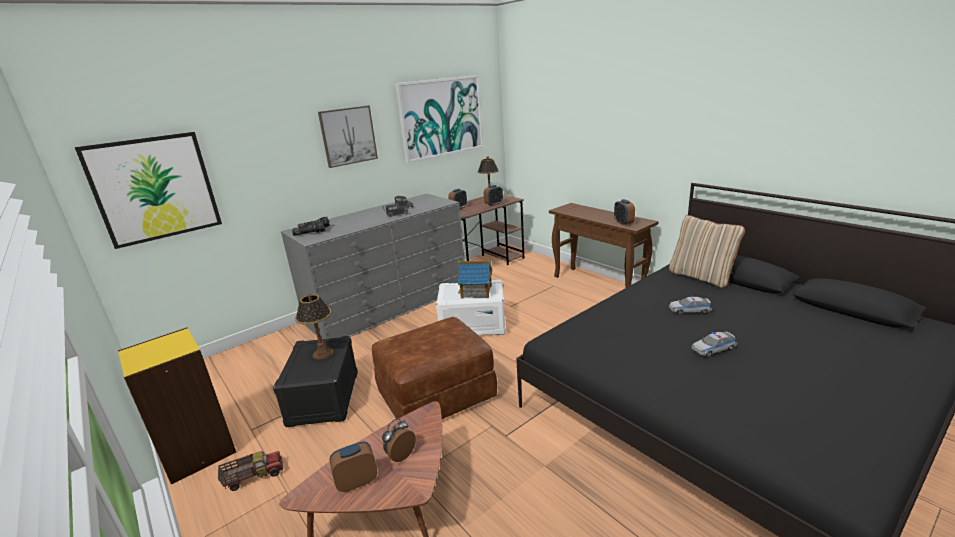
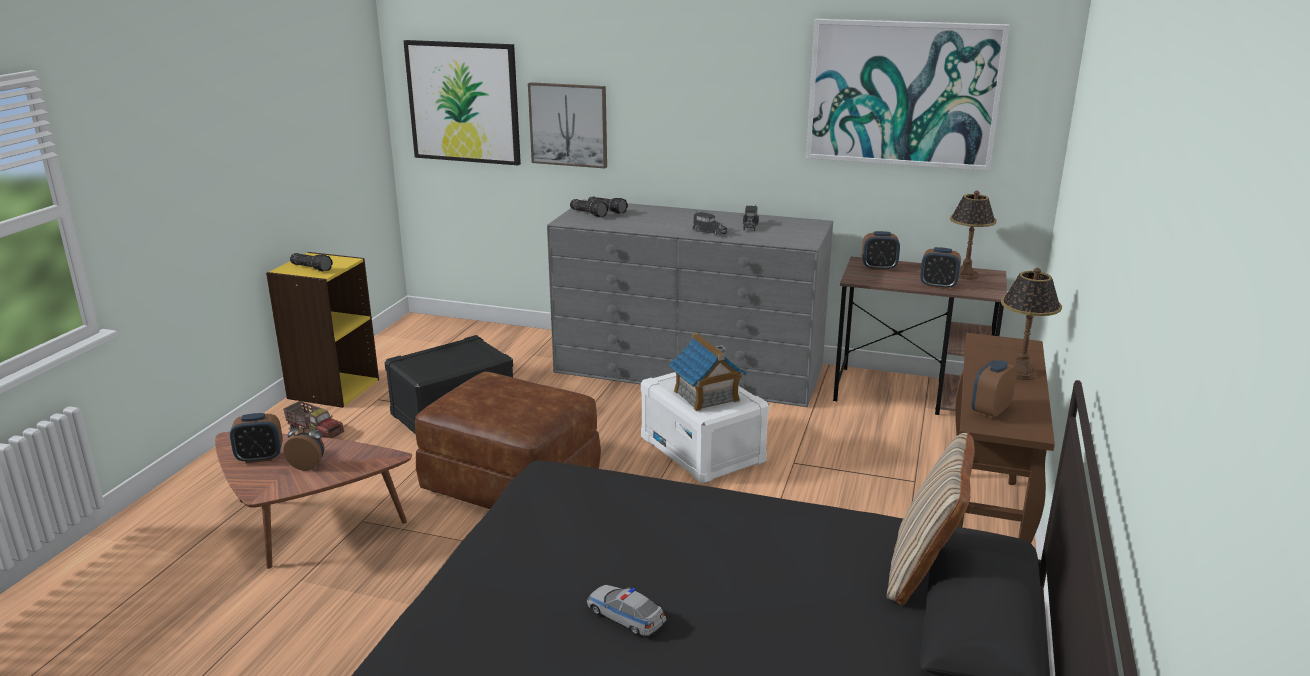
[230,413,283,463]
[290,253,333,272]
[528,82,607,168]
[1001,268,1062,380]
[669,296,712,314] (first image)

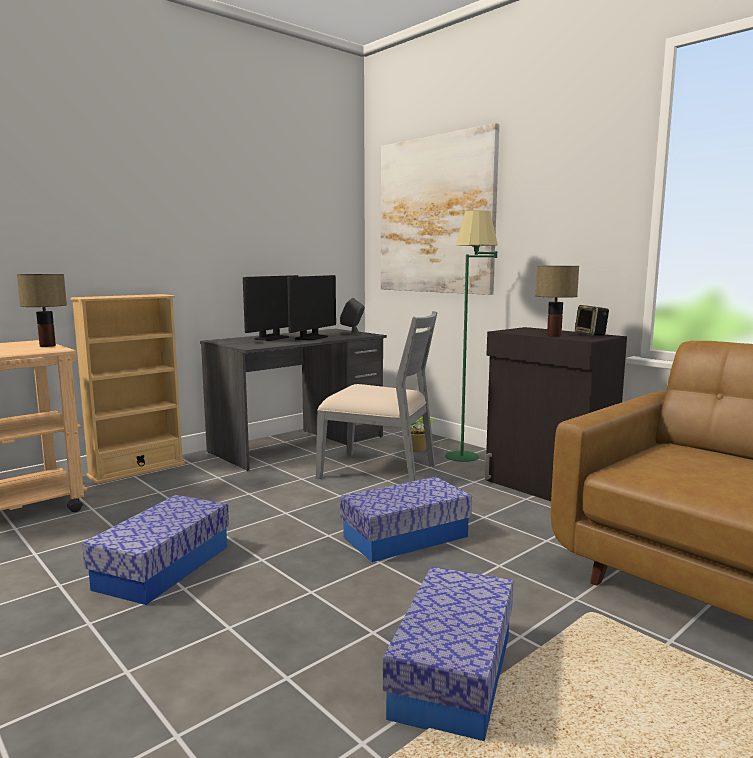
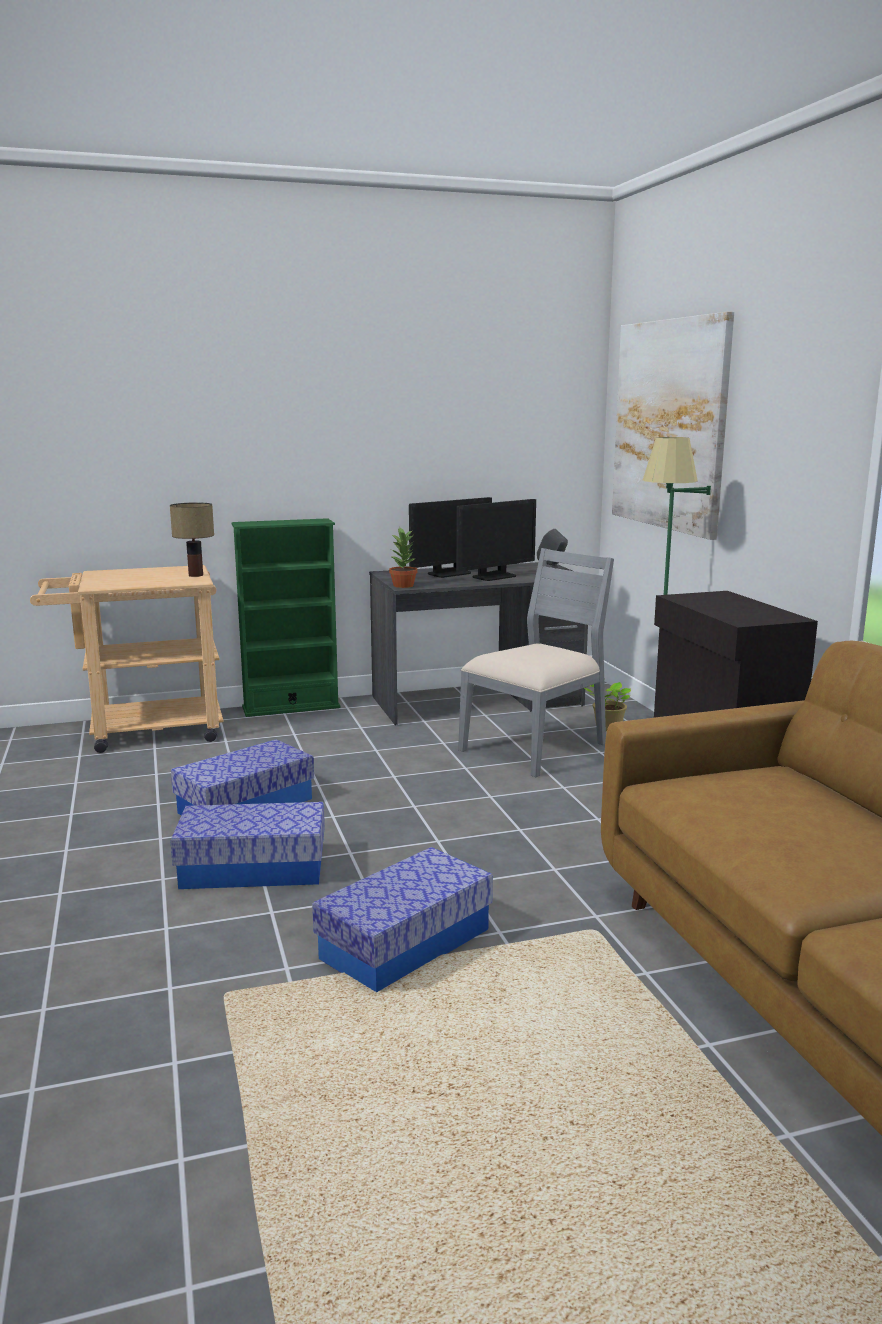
[170,802,325,889]
[232,518,340,717]
[389,526,417,588]
[458,548,614,777]
[536,266,579,337] (first image)
[575,305,609,336] (first image)

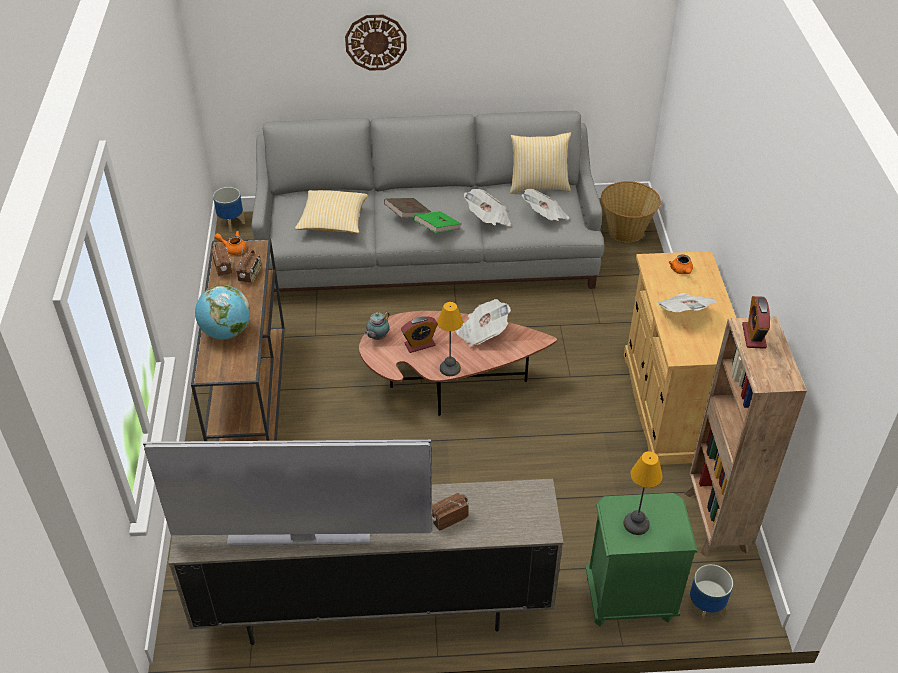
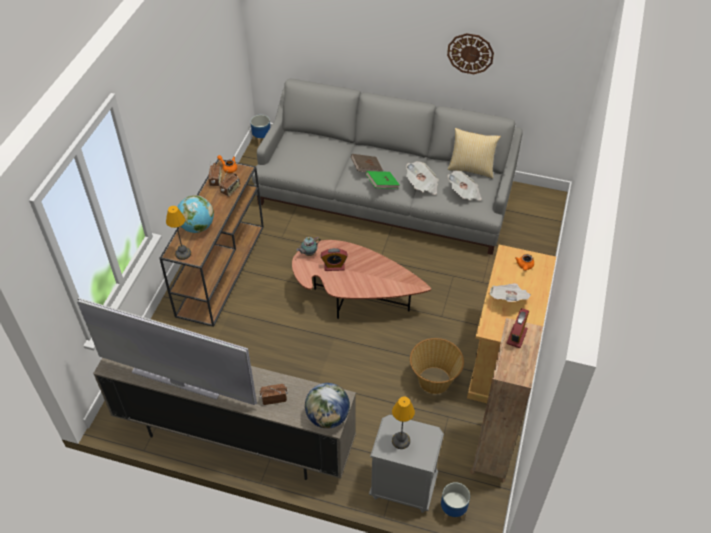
[166,206,191,260]
[305,383,350,429]
[369,415,444,513]
[410,338,464,394]
[447,33,494,74]
[295,190,368,233] (first image)
[455,299,511,347] (first image)

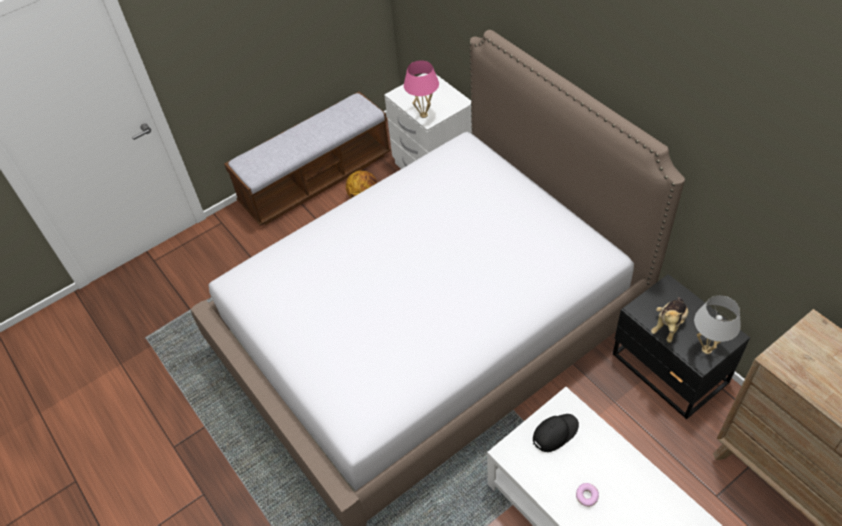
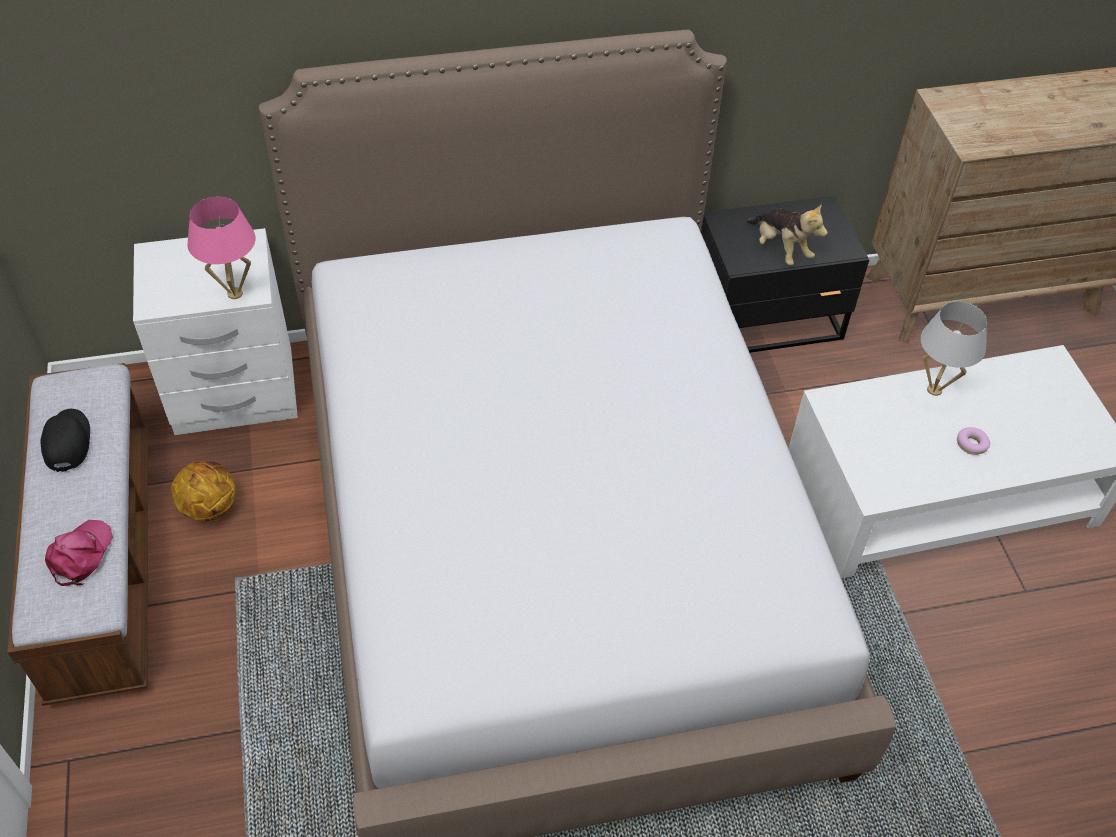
[40,409,90,472]
[45,520,113,586]
[920,301,987,396]

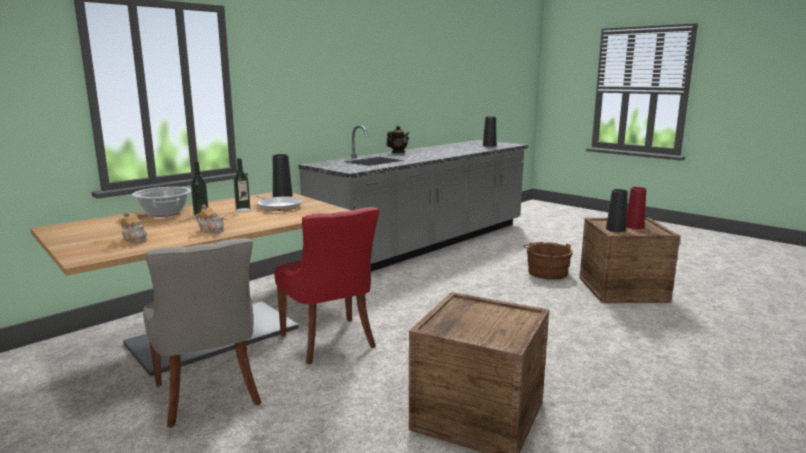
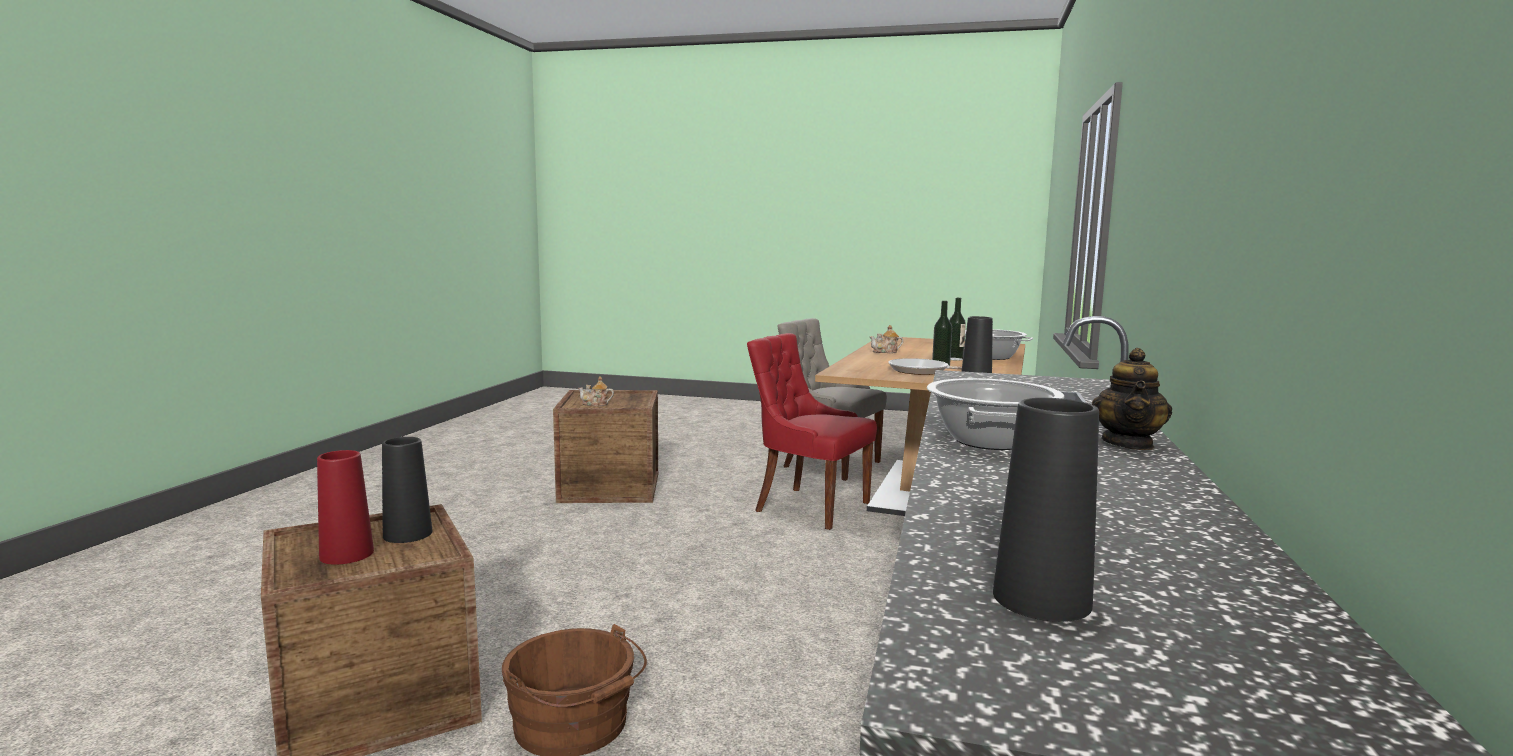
[578,376,614,406]
[927,378,1064,450]

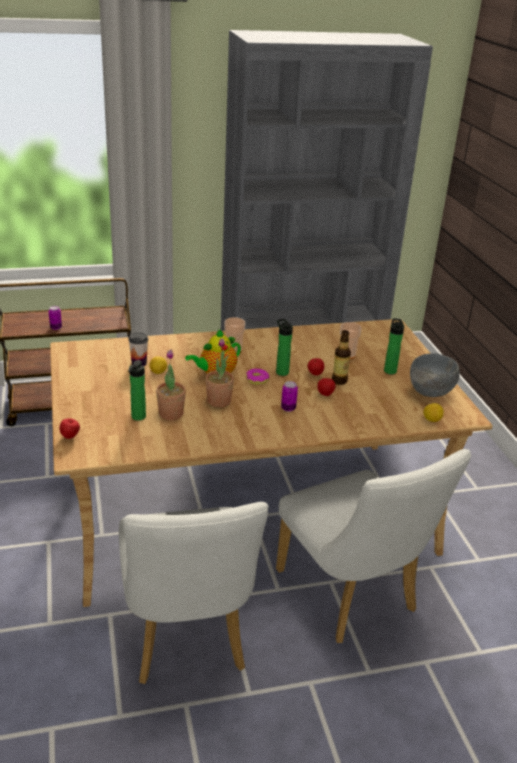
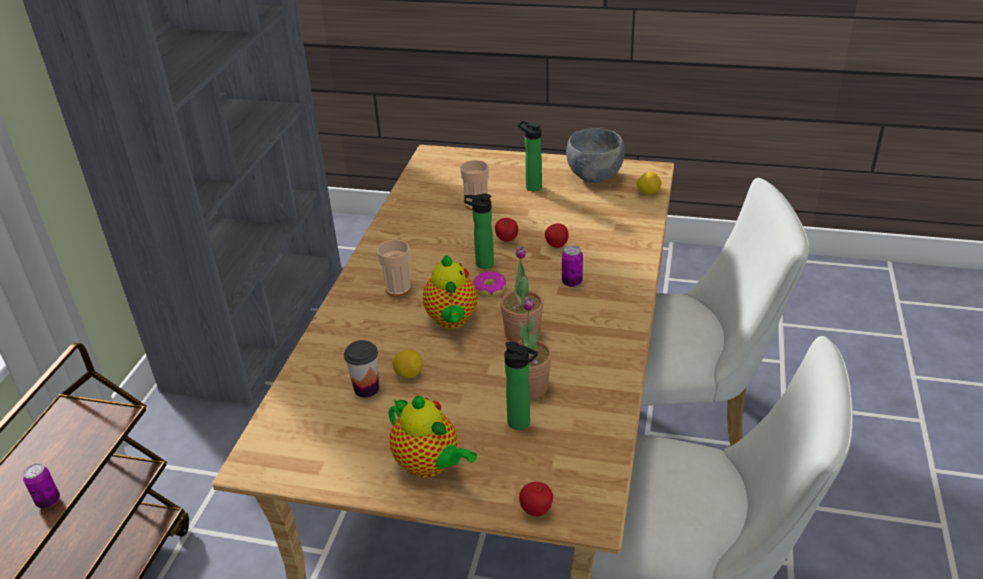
[389,395,477,478]
[332,330,351,385] (first image)

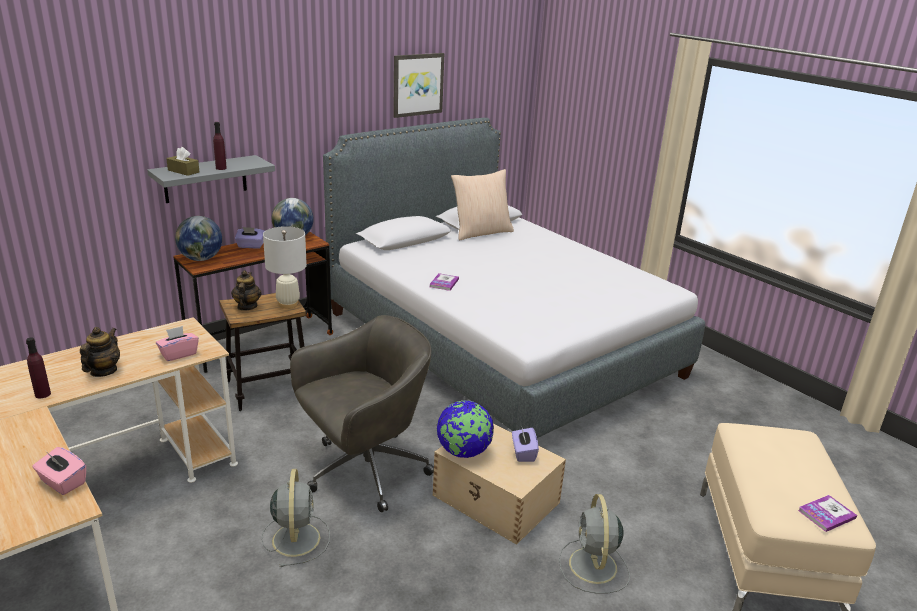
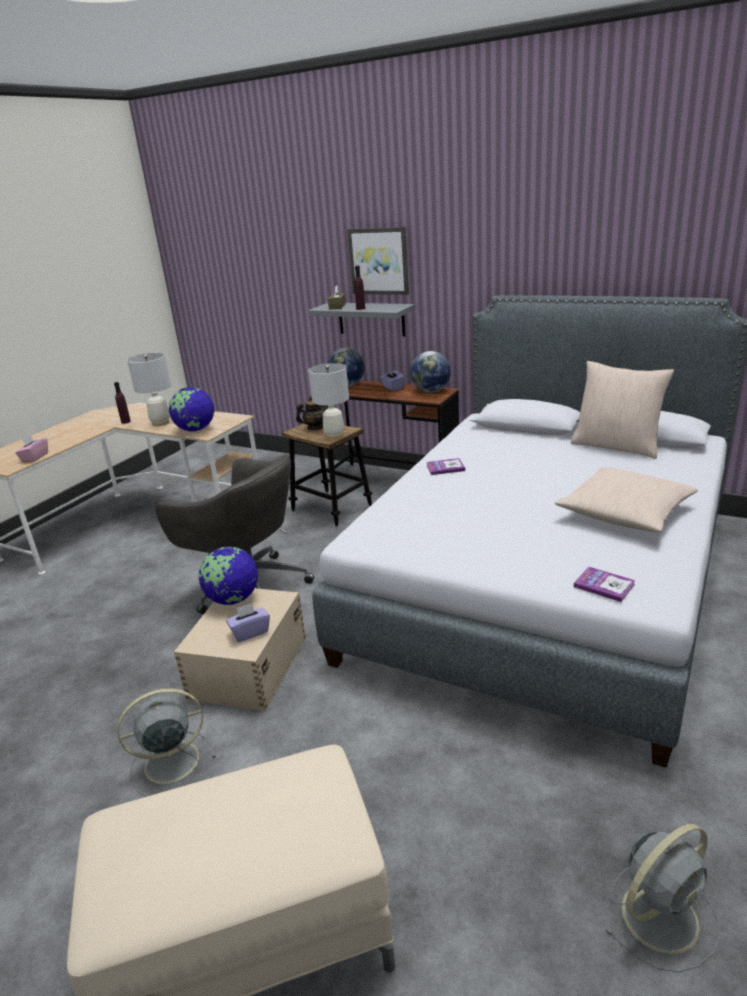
[127,353,171,426]
[169,387,215,431]
[347,227,409,295]
[555,467,698,532]
[574,567,635,602]
[605,824,720,972]

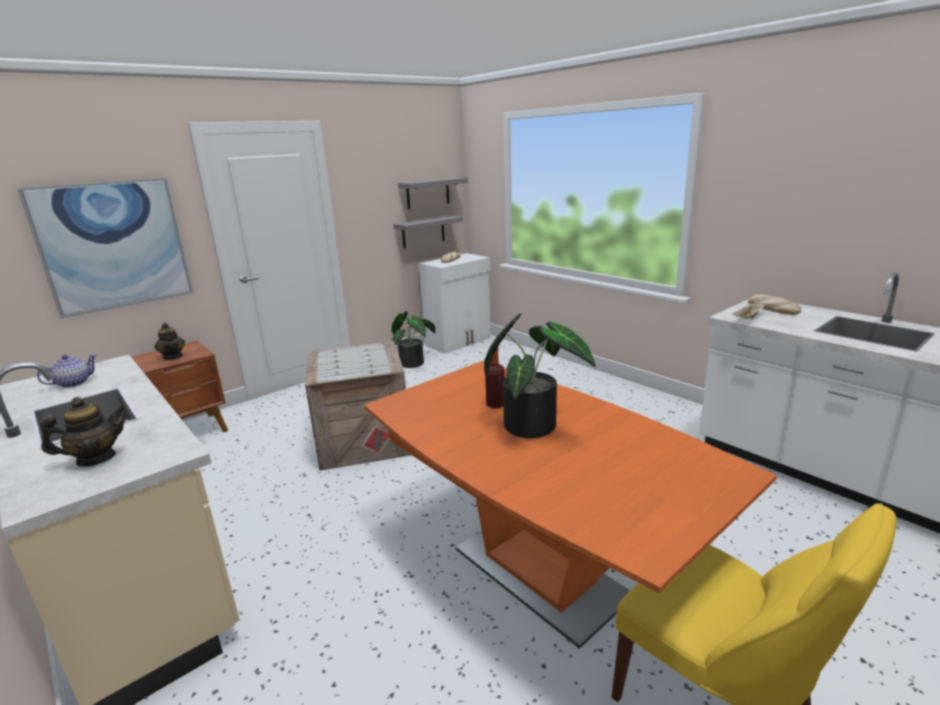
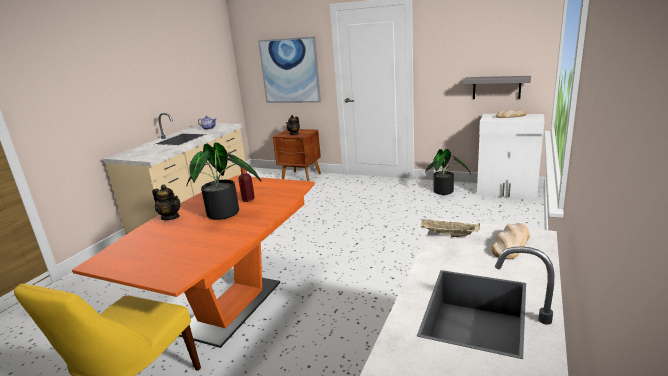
[152,184,181,220]
[305,341,411,471] (first image)
[398,178,468,209] (first image)

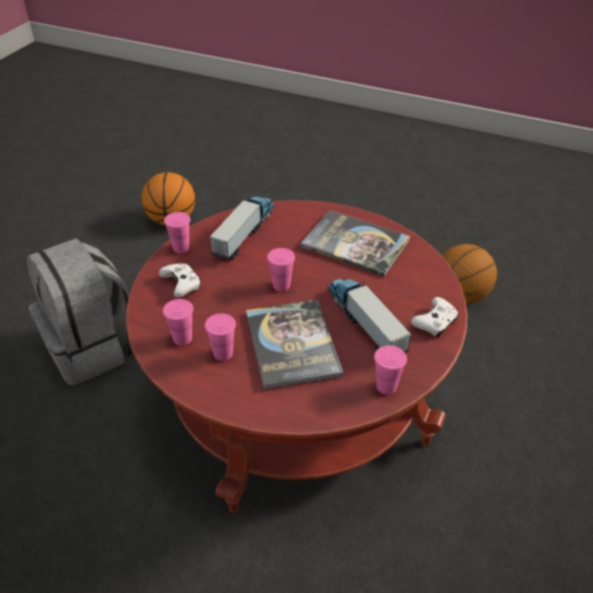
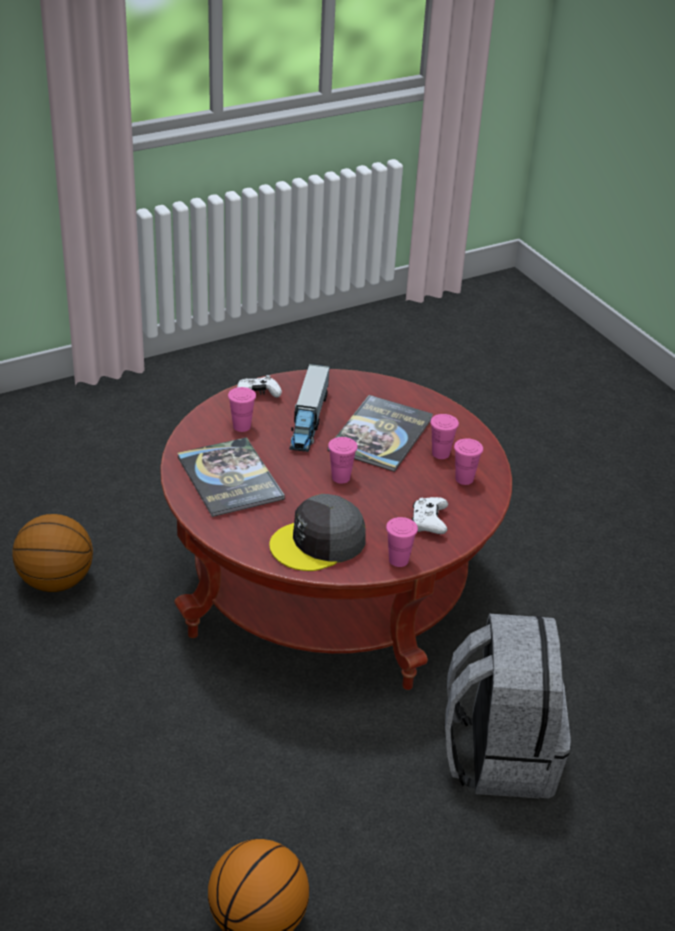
[228,387,256,432]
[269,494,366,571]

